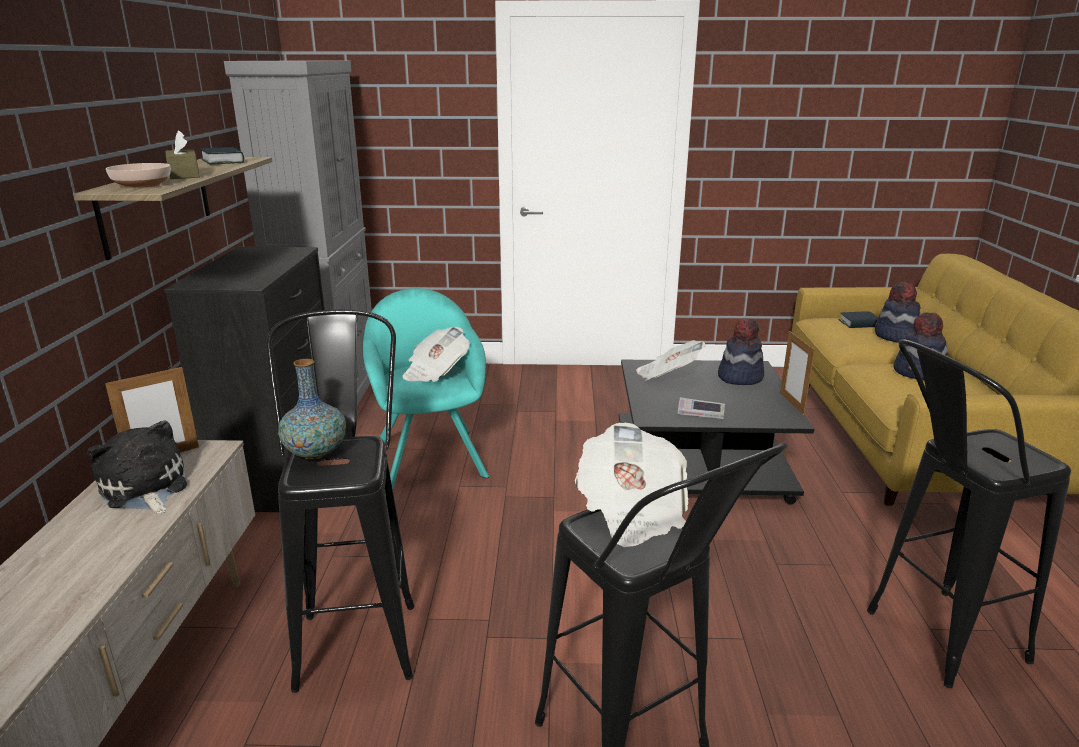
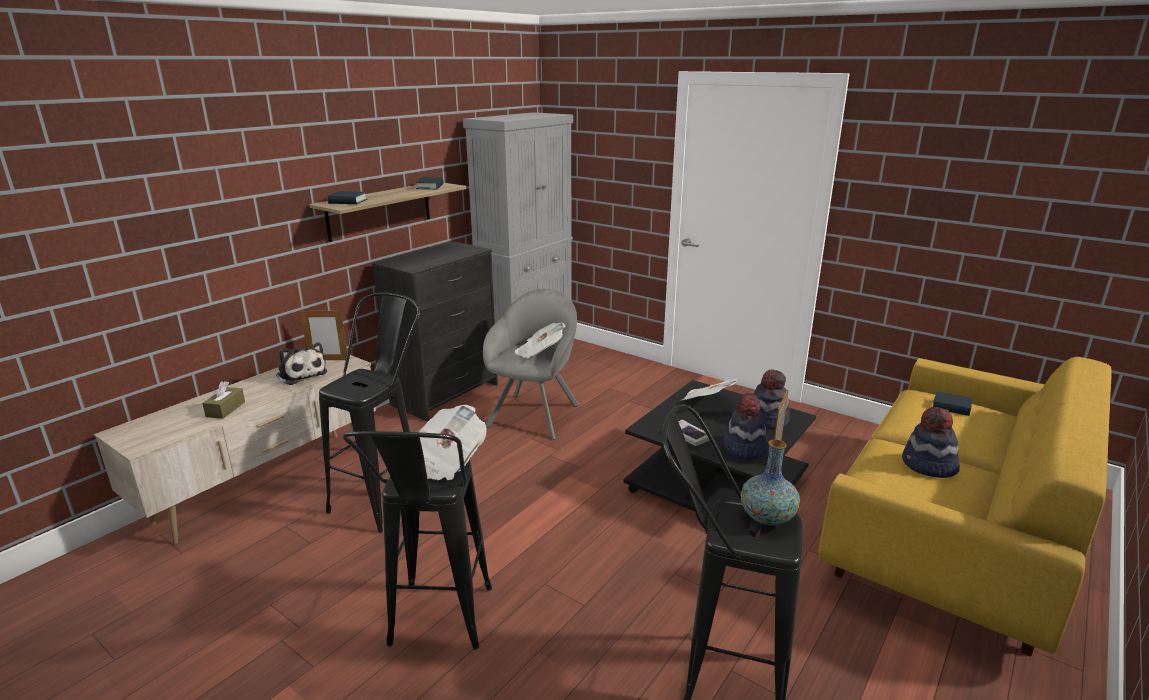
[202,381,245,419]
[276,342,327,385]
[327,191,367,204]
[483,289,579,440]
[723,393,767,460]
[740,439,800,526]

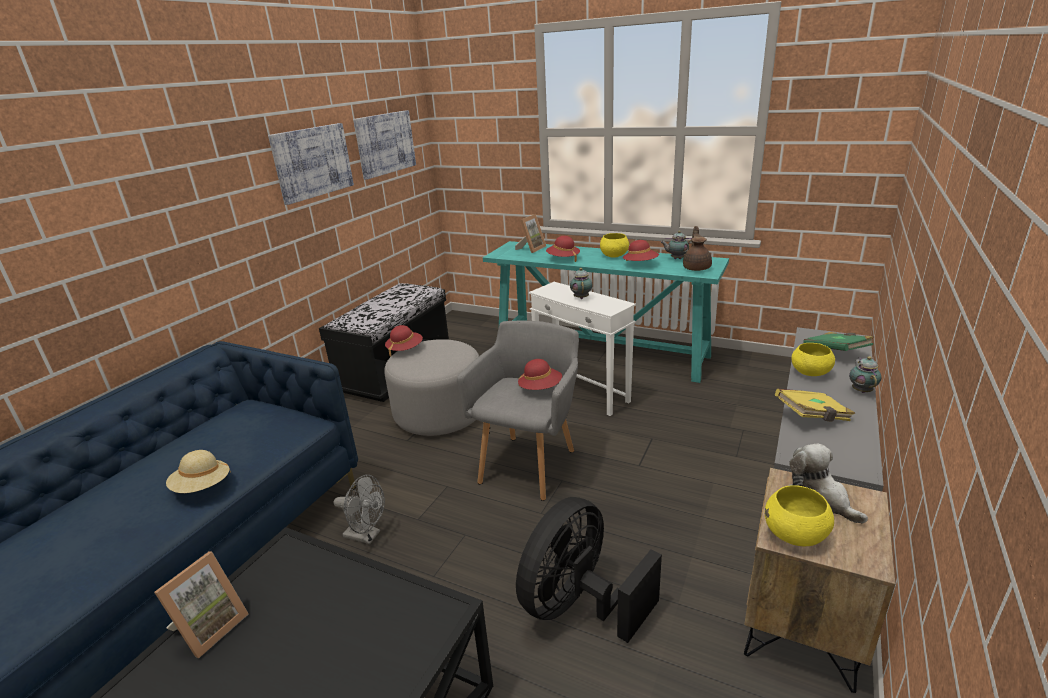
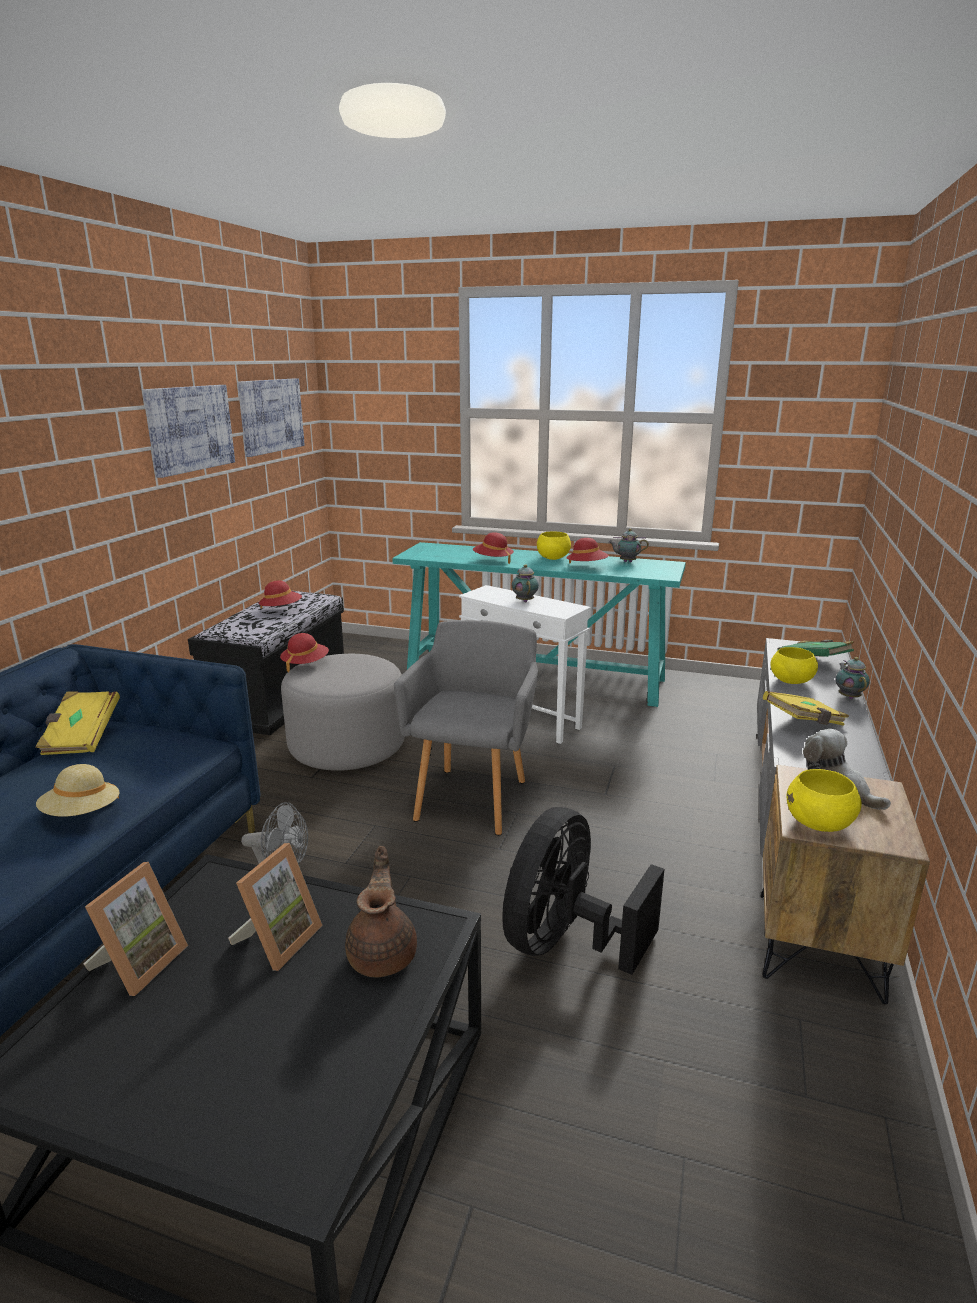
[36,691,120,755]
[228,843,323,971]
[259,580,302,609]
[345,846,417,977]

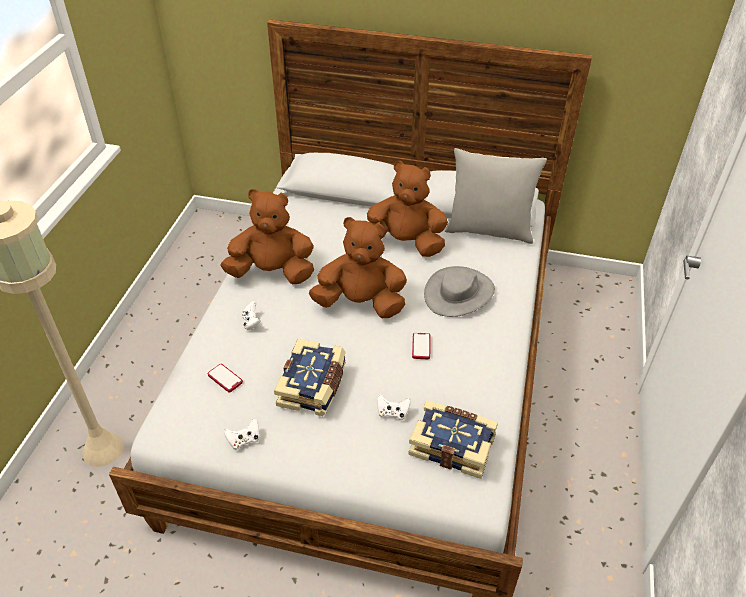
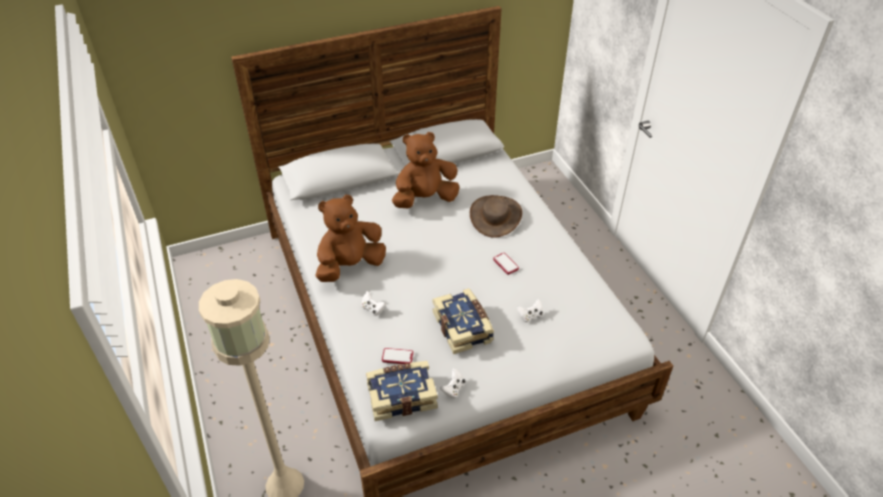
[366,361,438,421]
[470,195,522,238]
[309,217,407,318] (first image)
[445,148,547,244] (first image)

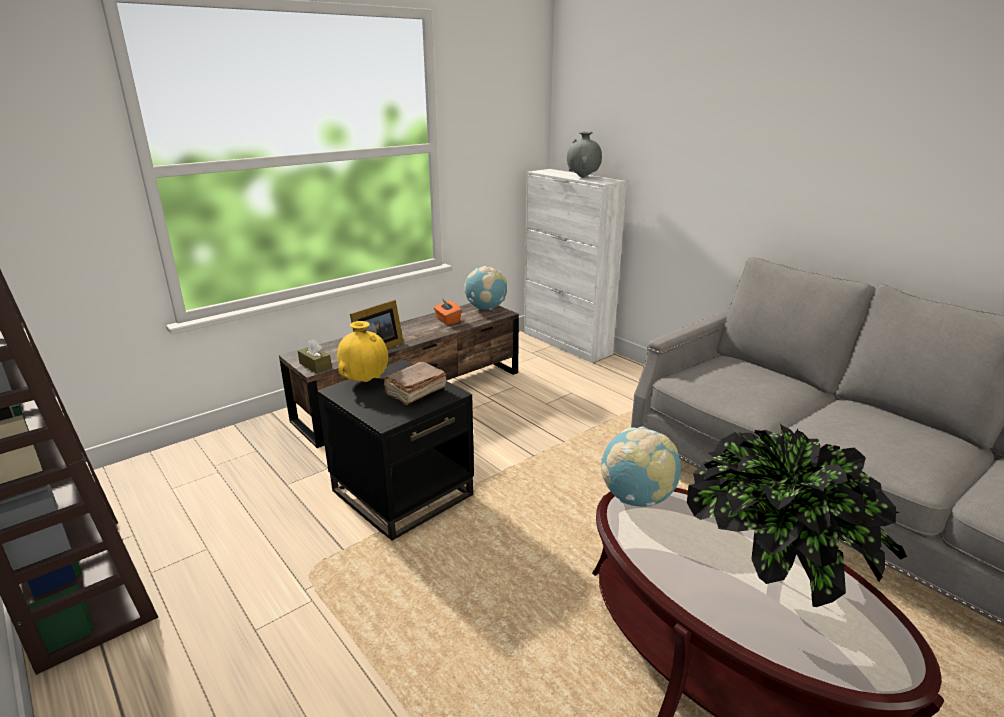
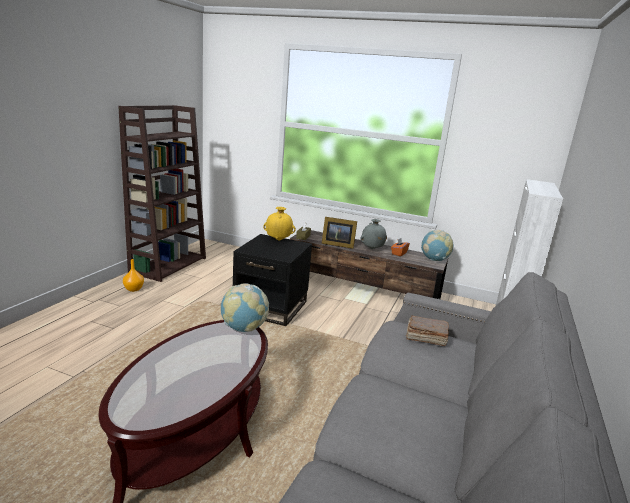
[123,259,144,292]
[360,219,387,249]
[405,315,449,346]
[687,423,907,607] (first image)

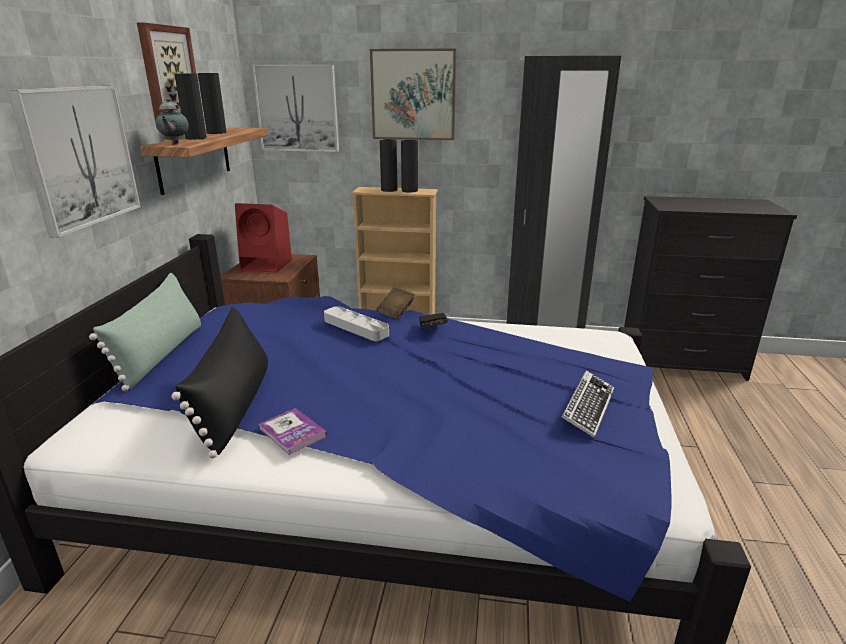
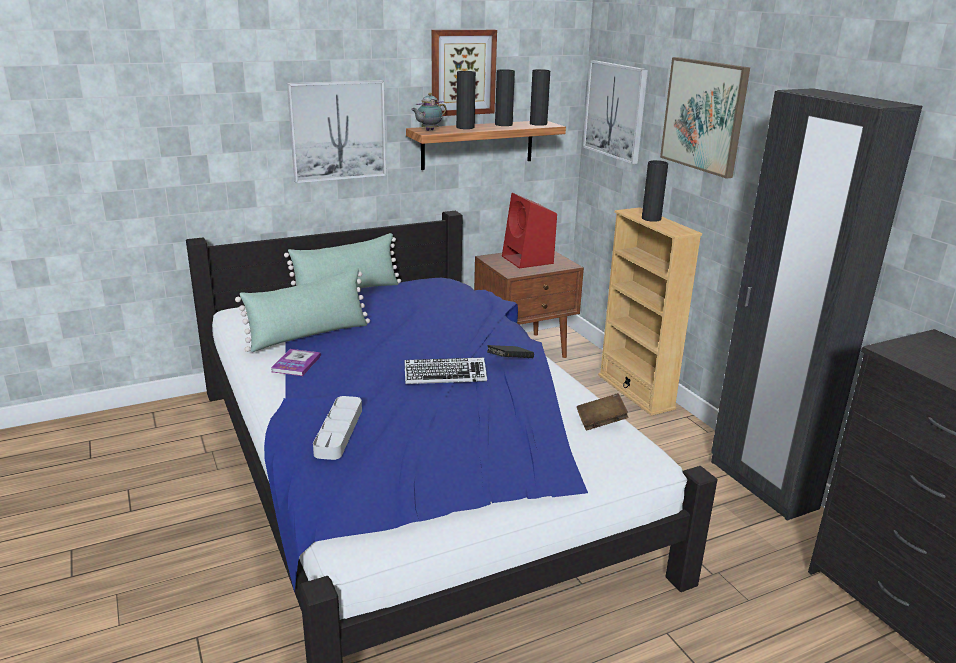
[235,267,370,352]
[313,396,362,460]
[404,357,487,384]
[530,69,550,126]
[577,393,628,430]

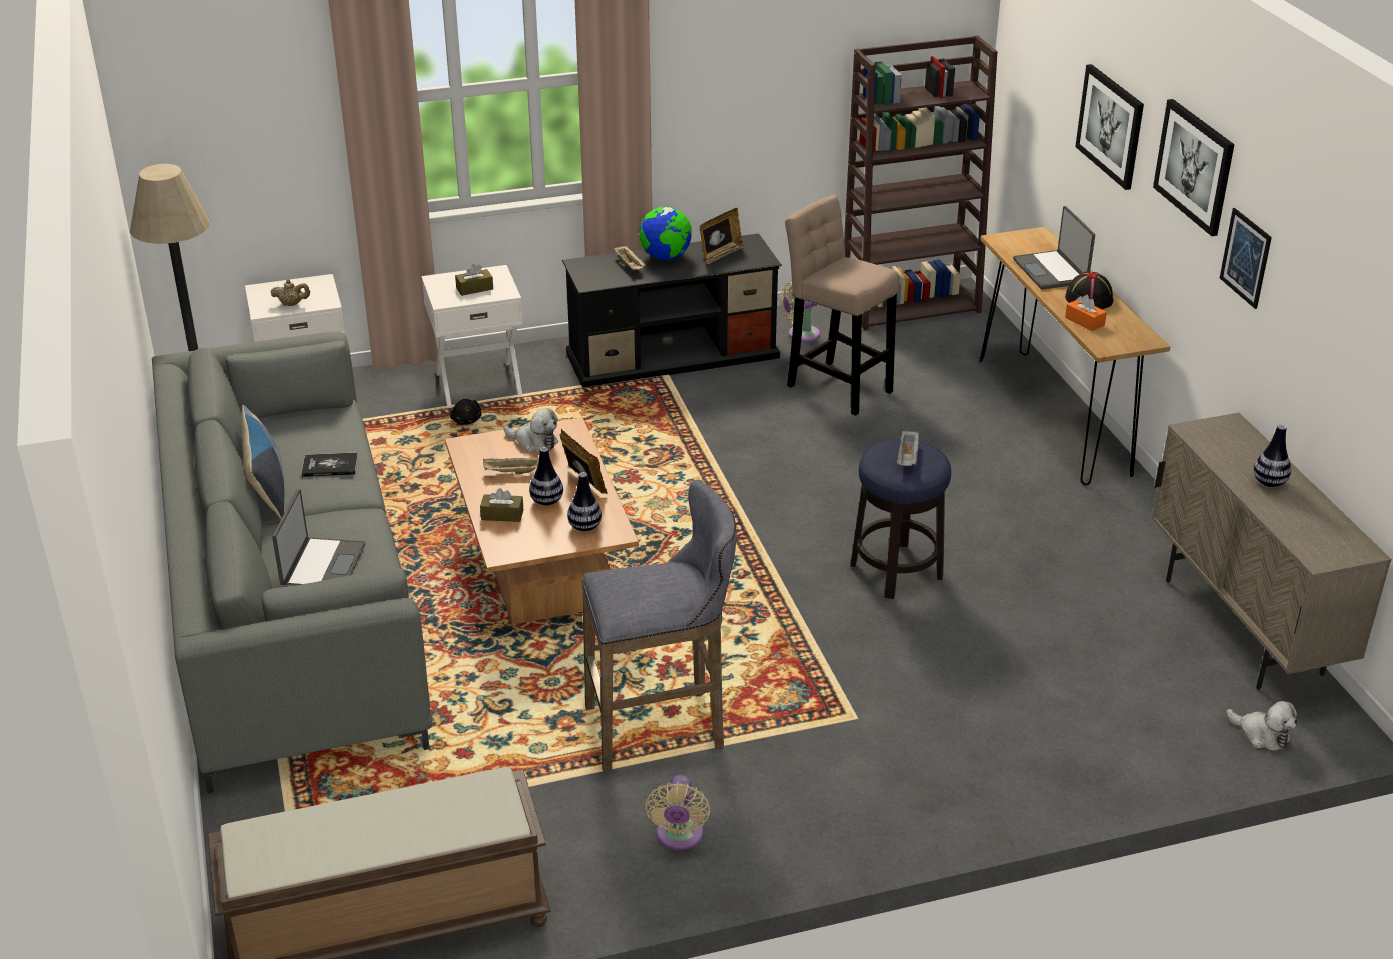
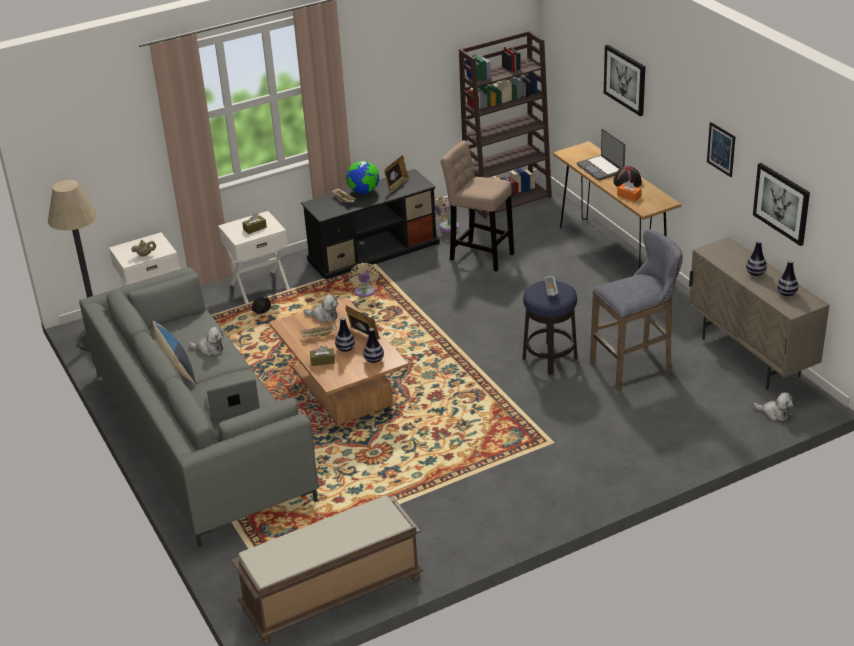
[188,327,225,356]
[204,379,259,422]
[349,263,378,297]
[590,229,683,391]
[753,163,810,246]
[777,260,798,296]

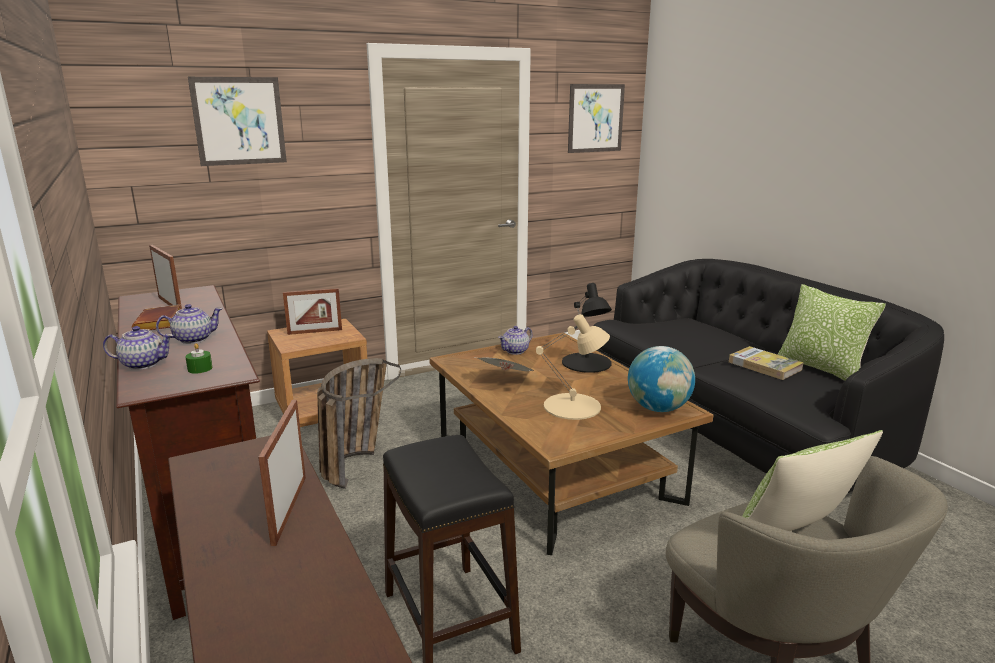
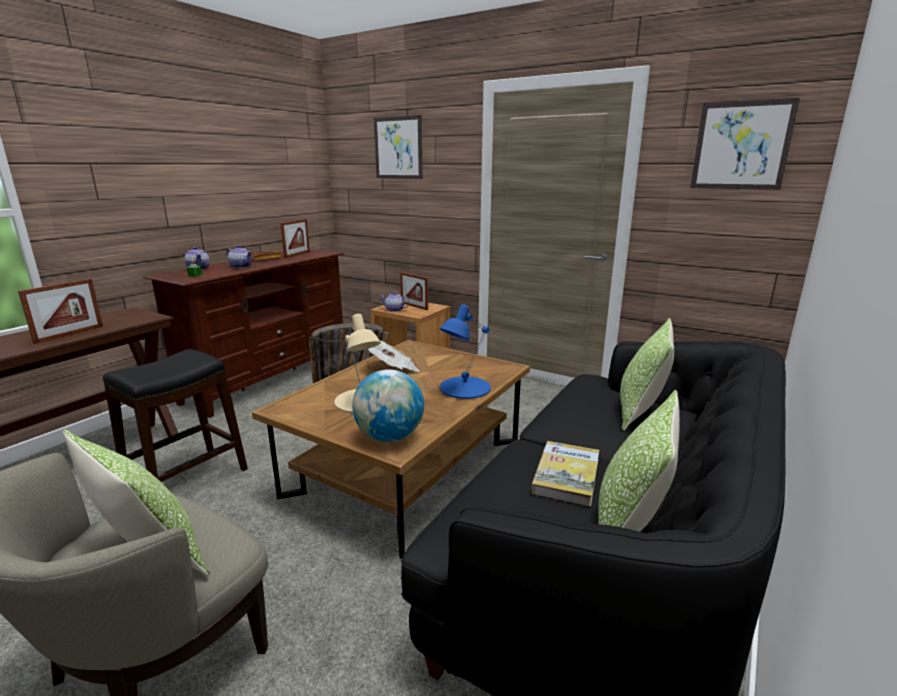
[18,278,103,344]
[380,292,410,312]
[439,304,491,399]
[620,318,674,431]

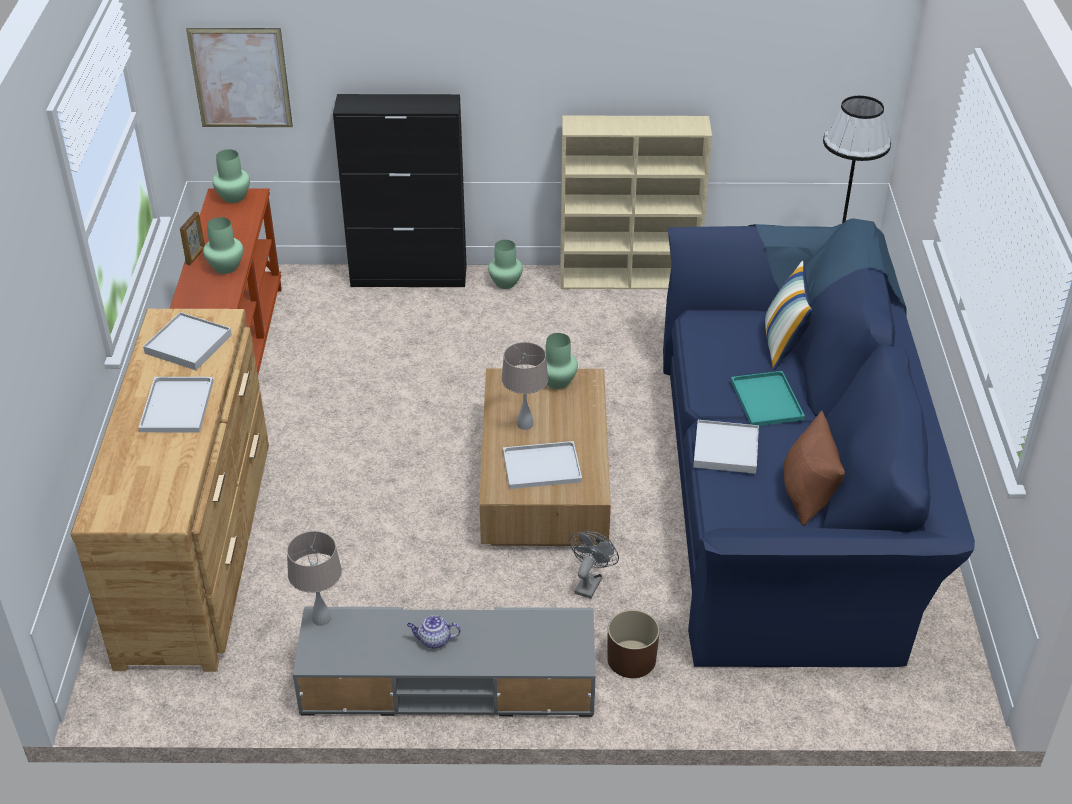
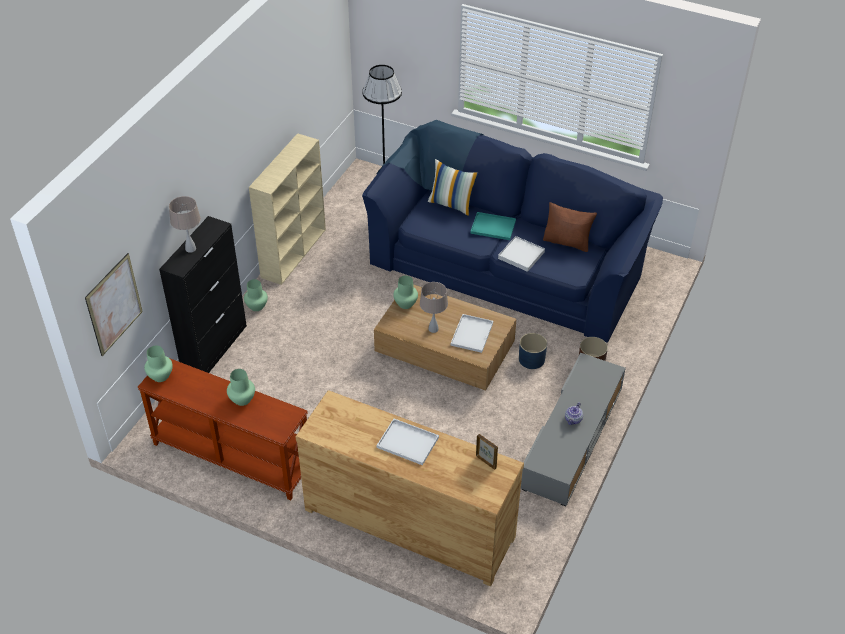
[169,196,201,253]
[476,434,498,470]
[519,333,547,369]
[143,312,232,370] (first image)

